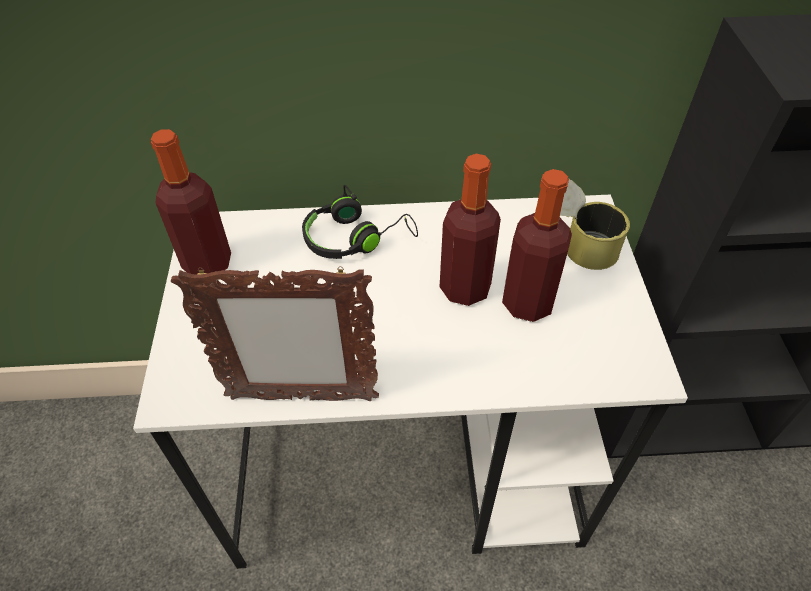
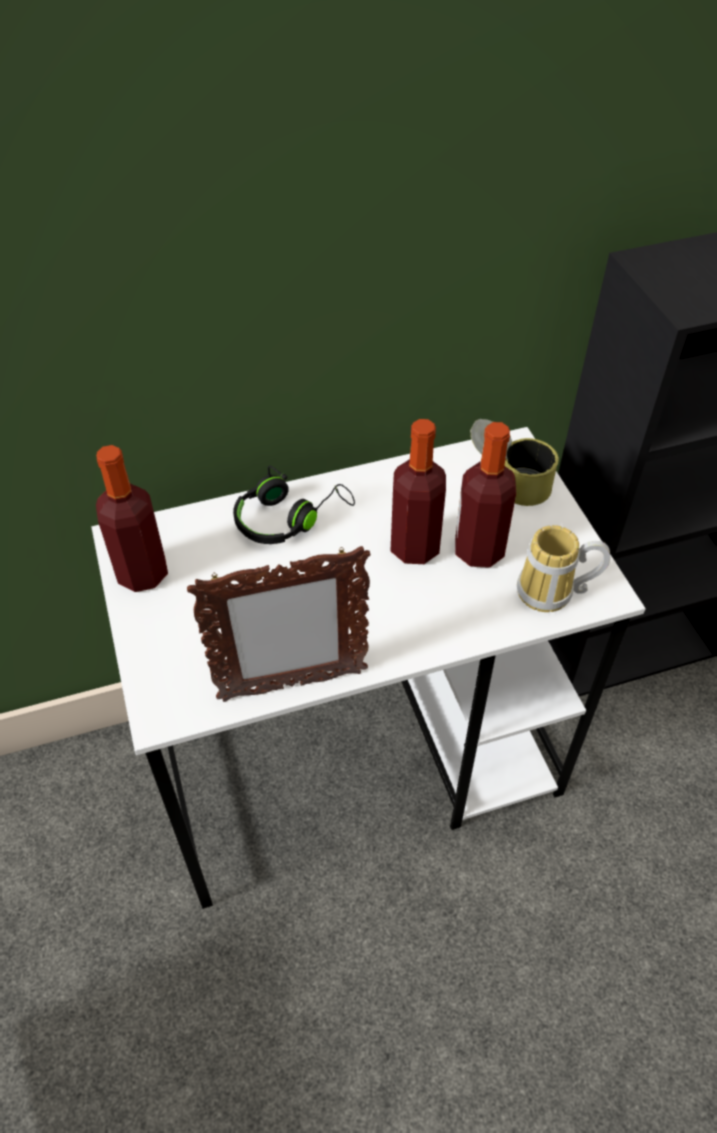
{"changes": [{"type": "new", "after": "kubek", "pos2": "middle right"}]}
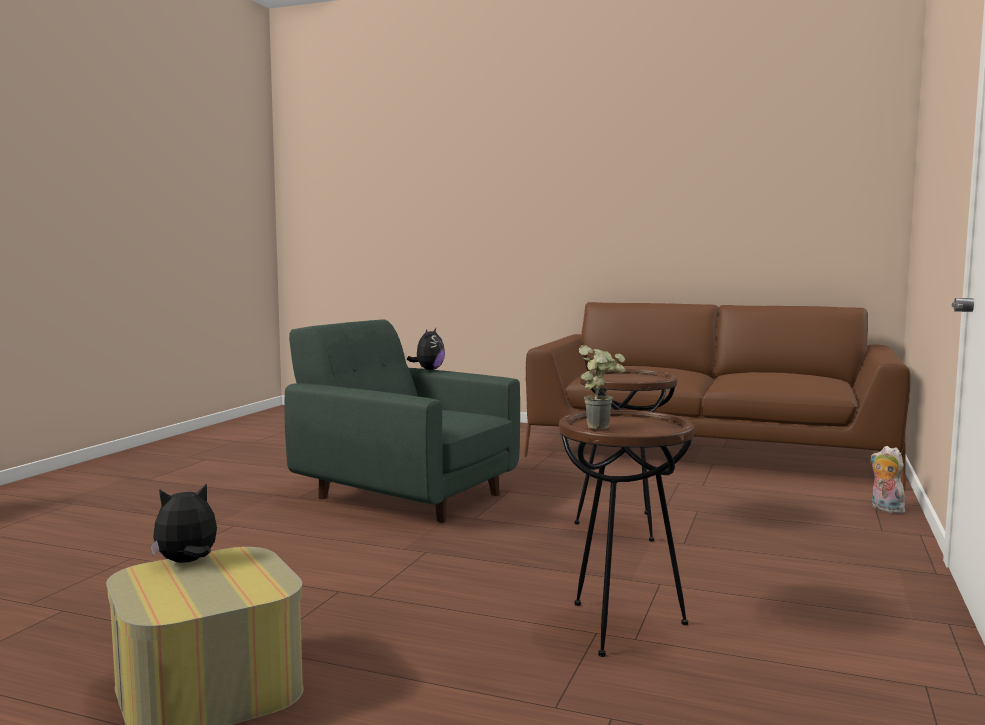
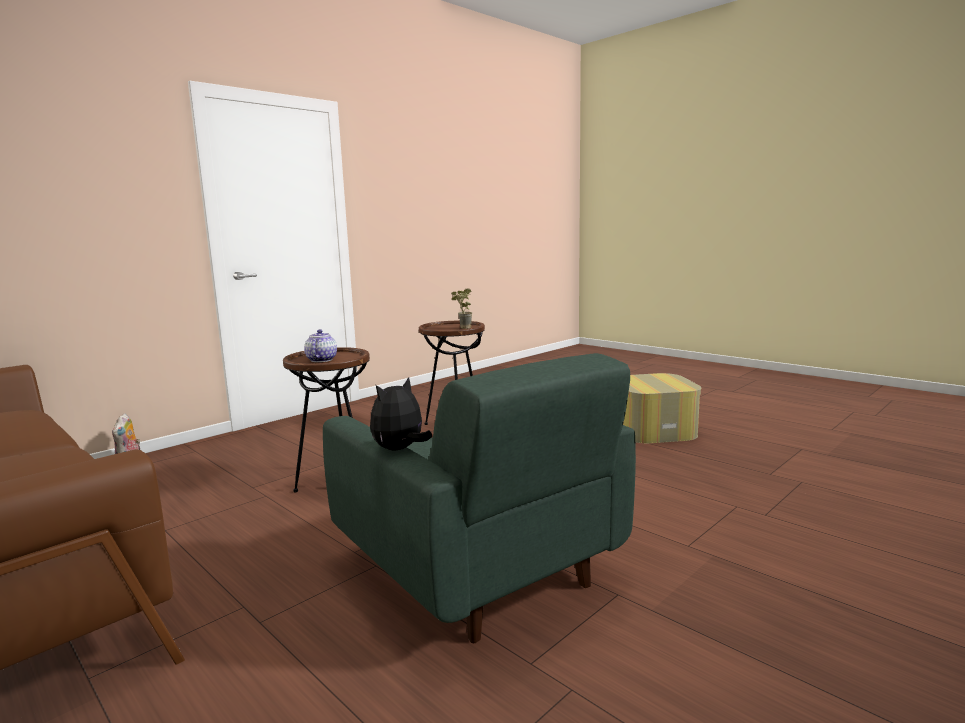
{"changes": [{"type": "new", "after": "imbryk", "pos2": "middle left"}, {"type": "gone", "before": "pluszak (no. 1 from left)", "pos1": "bottom left"}]}
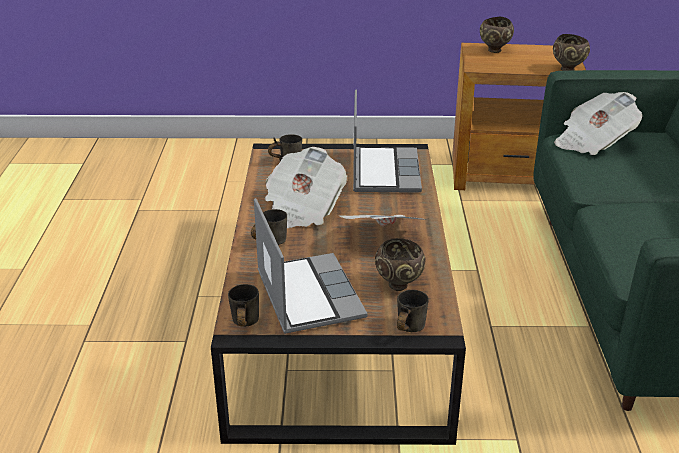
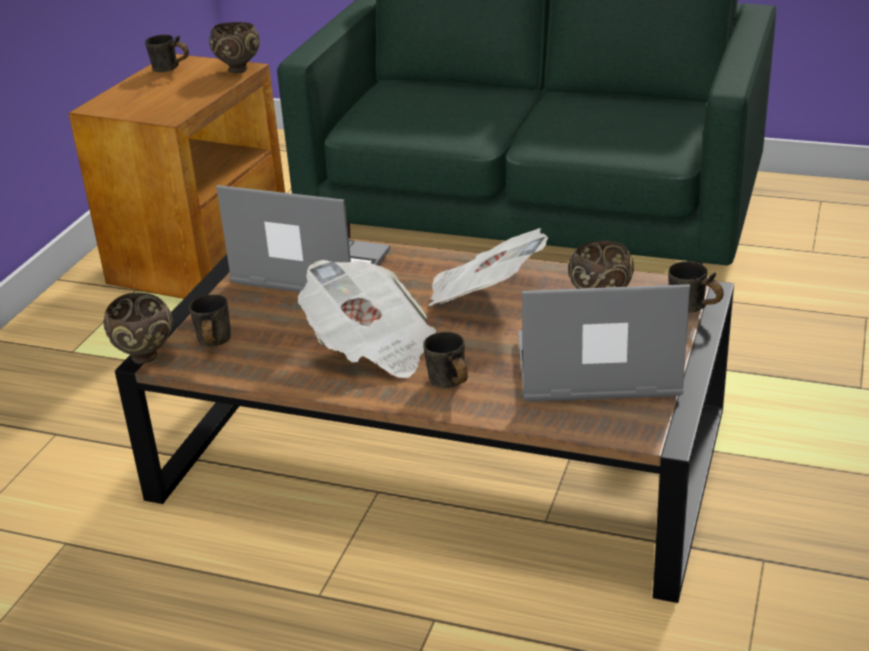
{"changes": [{"type": "shifted", "before": "miska/brązowy (no. 2 from left in the first image)", "after": "miska/brązowy (no. 1 from left)", "pos1": "top right", "pos2": "middle left"}, {"type": "shifted", "before": "kubek/szary (no. 1 from left)", "pos1": "bottom centre", "pos2": "top left"}, {"type": "gone", "before": "gazeta (no. 3 from left)", "pos1": "top right"}]}
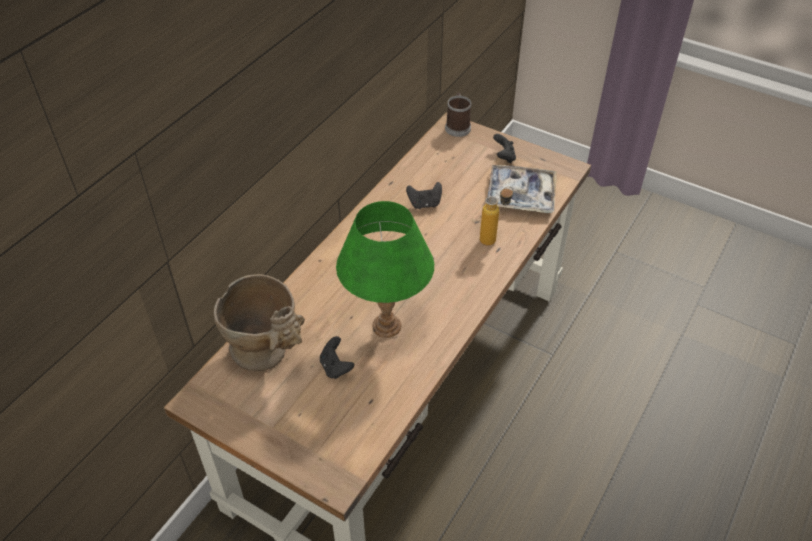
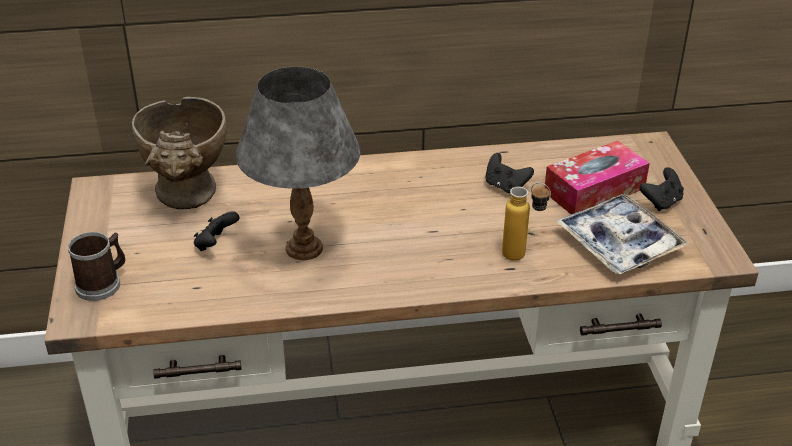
{"changes": [{"type": "shifted", "before": "kubek", "pos1": "top centre", "pos2": "middle left"}, {"type": "repainted", "before": "lampa stołowa/zielony", "after": "lampa stołowa/szary", "pos1": "centre", "pos2": "centre"}, {"type": "new", "after": "pudełko chusteczek", "pos2": "middle right"}]}
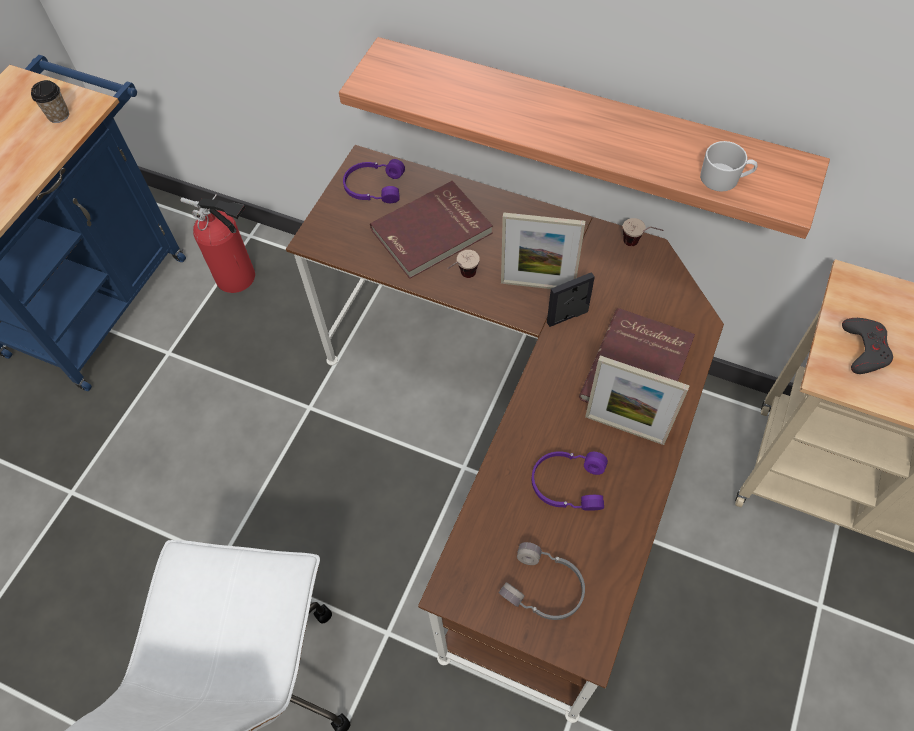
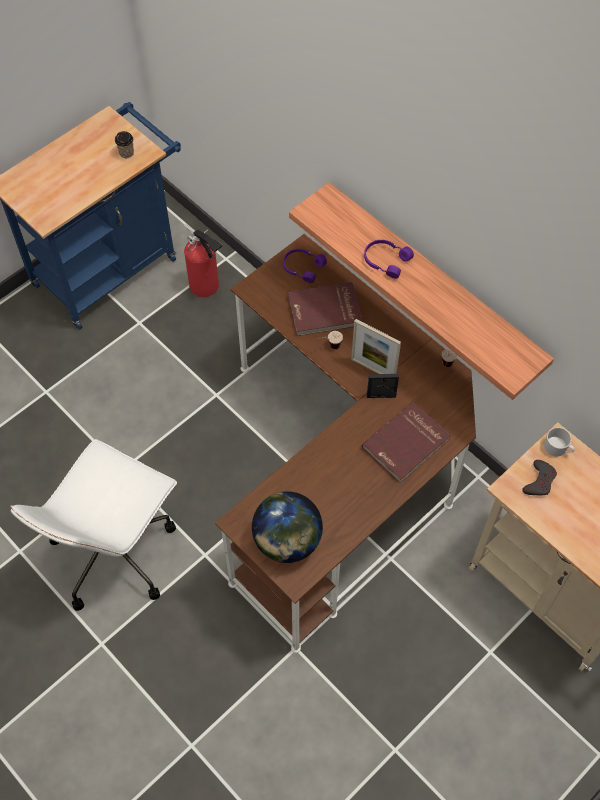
{"changes": [{"type": "swapped", "before": "słuchawki/szary", "after": "globus", "pos1": "bottom centre", "pos2": "centre"}, {"type": "shifted", "before": "słuchawki/fioletowy (no. 2 from left)", "pos1": "centre", "pos2": "top centre"}, {"type": "shifted", "before": "kubek/biały", "pos1": "top right", "pos2": "middle right"}, {"type": "gone", "before": "ramka na zdjęcie (no. 3 from left)", "pos1": "middle right"}]}
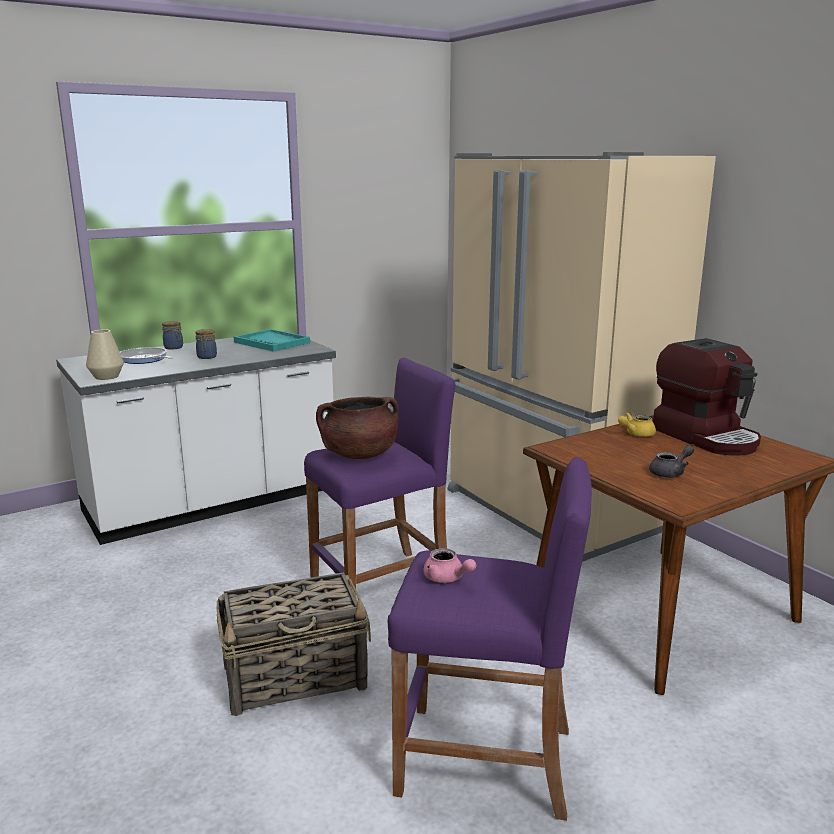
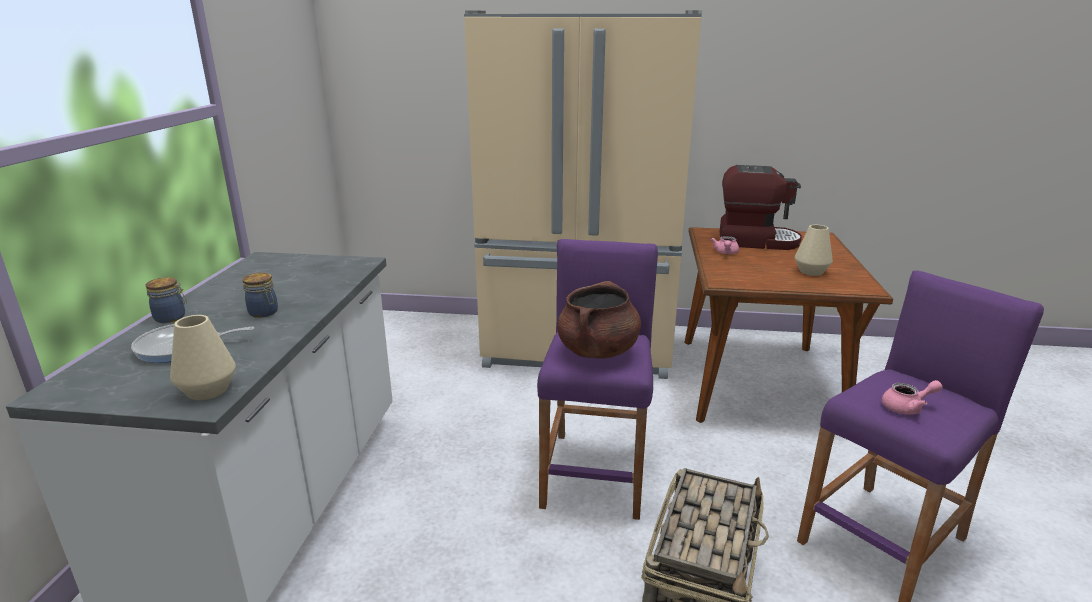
{"changes": [{"type": "repainted", "before": "imbryk/żółty", "after": "imbryk/różowy (no. 1 from left)", "pos1": "middle right", "pos2": "centre"}, {"type": "swapped", "before": "imbryk/szary", "after": "wazon/beżowy (no. 2 from left)", "pos1": "middle right", "pos2": "middle right"}, {"type": "gone", "before": "taca/turkusowy", "pos1": "middle left"}]}
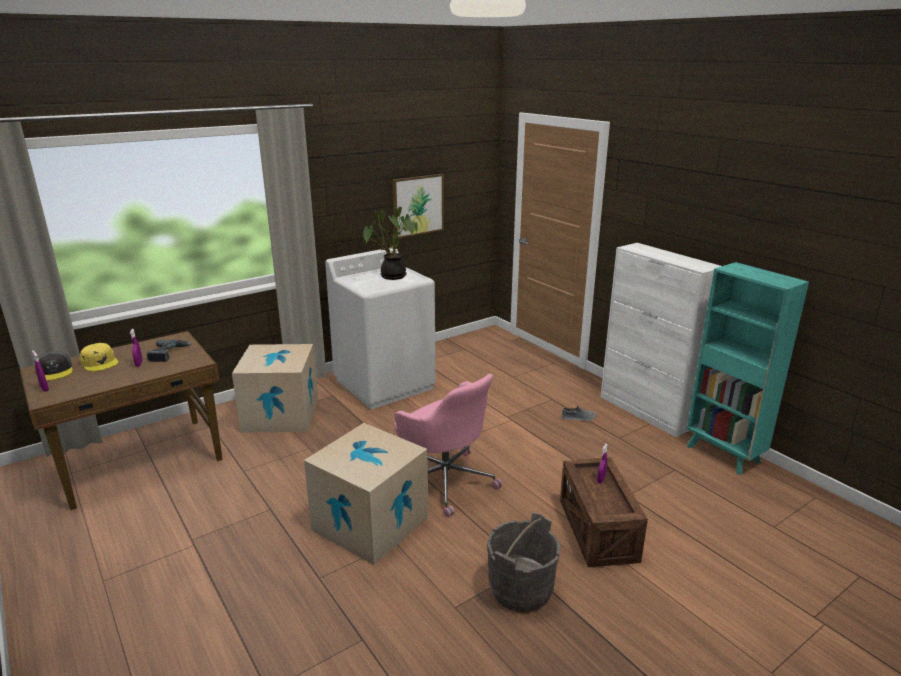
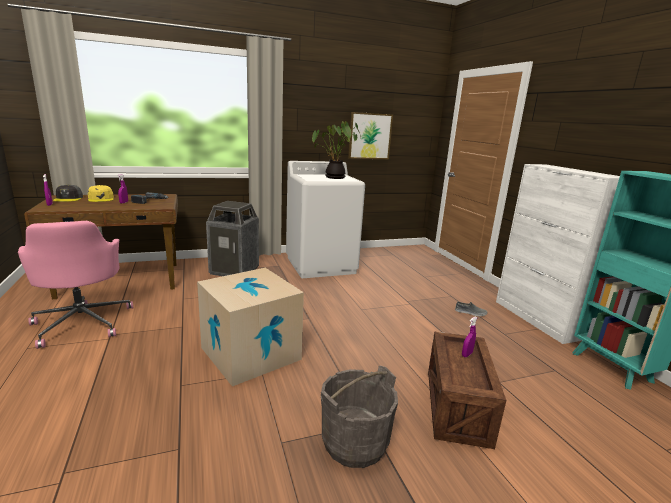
{"changes": [{"type": "shifted", "before": "krzesło biurowe/różowy", "pos1": "centre", "pos2": "middle left"}, {"type": "swapped", "before": "karton (no. 1 from left)", "after": "kosz na śmieci", "pos1": "middle left", "pos2": "centre"}]}
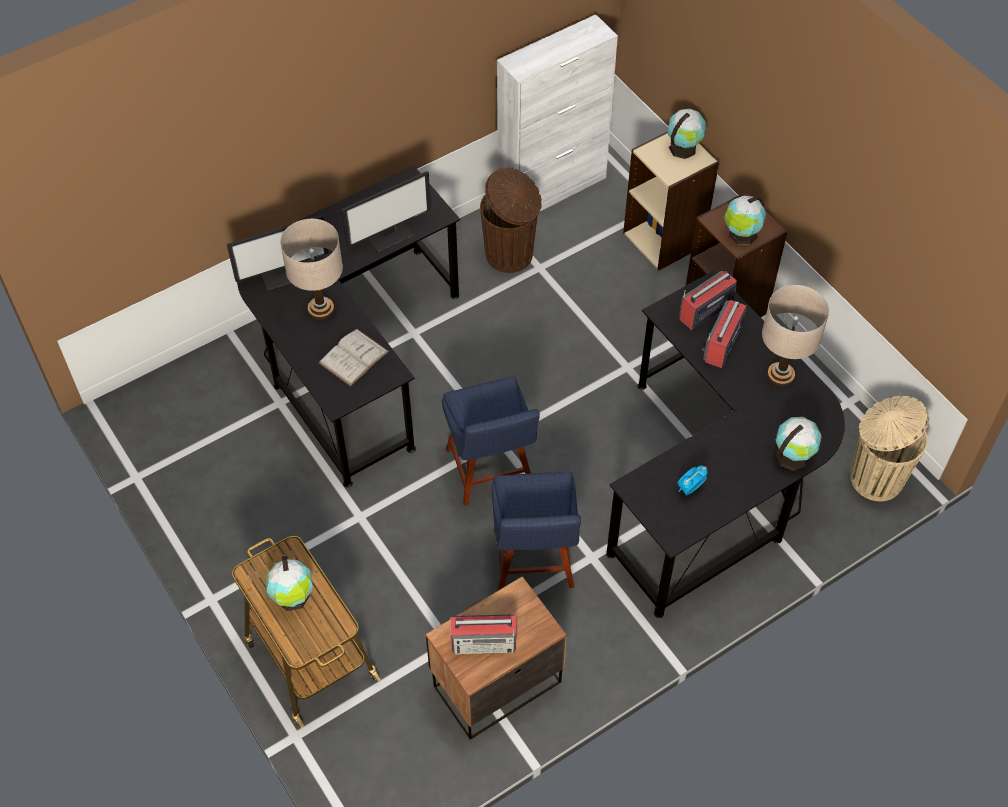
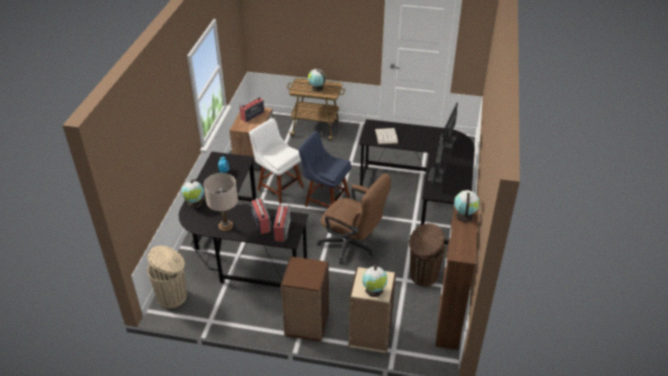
{"changes": [{"type": "repainted", "before": "krzesło/niebieski (no. 2 from left)", "after": "krzesło/biały", "pos1": "centre", "pos2": "centre"}, {"type": "new", "after": "krzesło biurowe/brązowy", "pos2": "centre"}, {"type": "repainted", "before": "szafka/biały", "after": "szafka/brązowy", "pos1": "top centre", "pos2": "bottom right"}, {"type": "shifted", "before": "globus (no. 3 from left in the first image)", "after": "globus (no. 4 from left)", "pos1": "top right", "pos2": "middle right"}, {"type": "gone", "before": "lampa stołowa/beżowy (no. 1 from left)", "pos1": "middle left"}]}
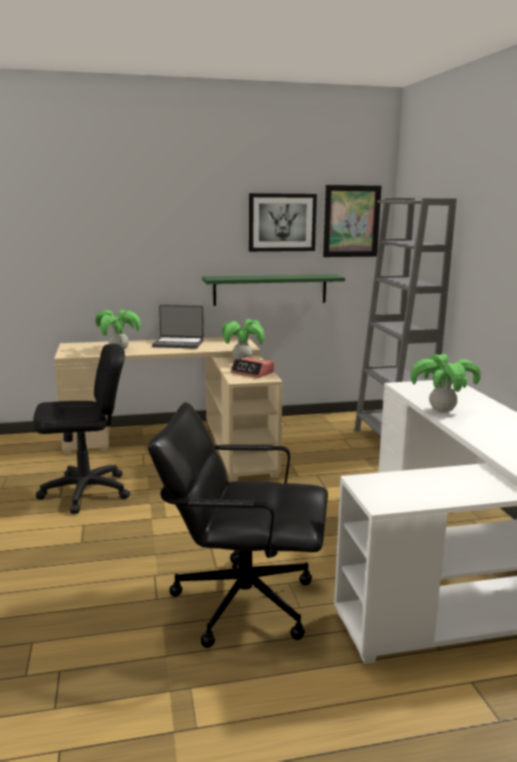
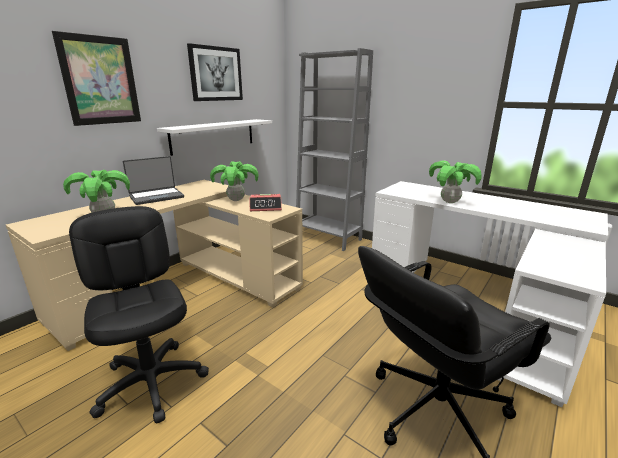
{"changes": [{"type": "shifted", "before": "obraz (no. 2 from left in the first image)", "after": "obraz (no. 1 from left)", "pos1": "top right", "pos2": "top left"}, {"type": "rotated", "before": "krzesło biurowe/czarny (no. 1 from left)", "pos1": "middle left", "pos2": "bottom left", "turn": -60}, {"type": "repainted", "before": "półka/zielony", "after": "półka/biały", "pos1": "centre", "pos2": "top centre"}]}
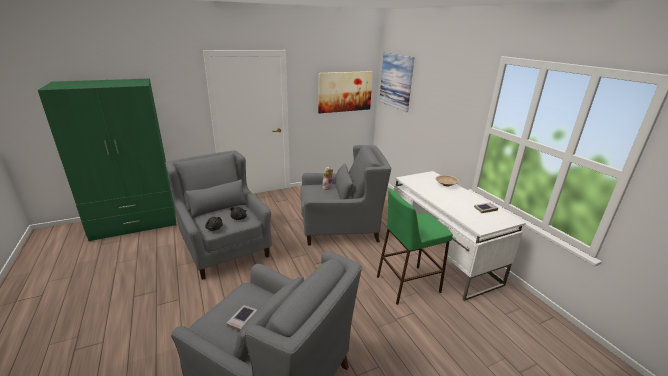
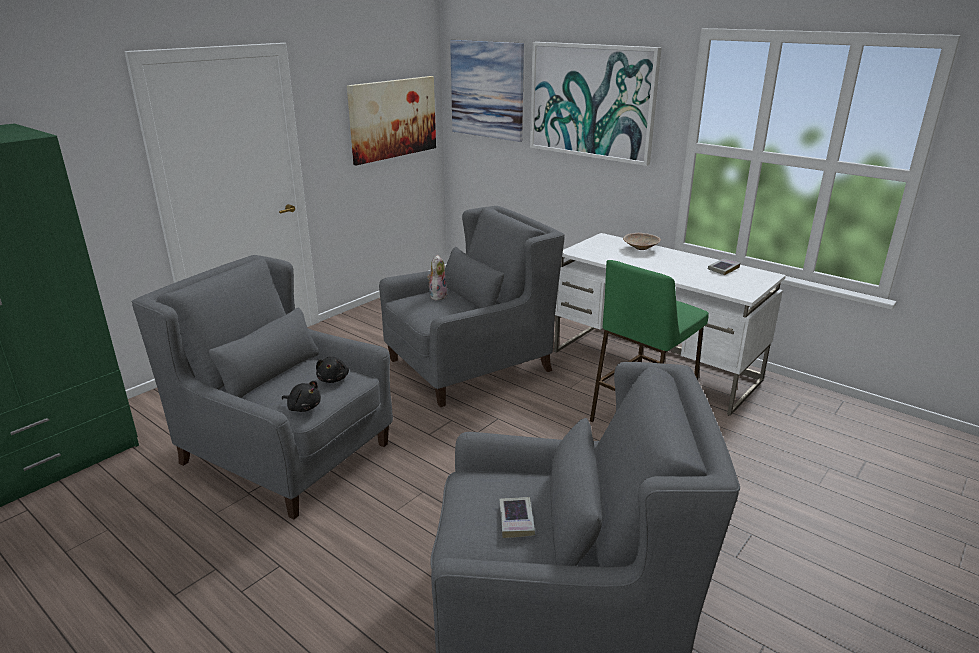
{"changes": [{"type": "new", "after": "obraz (no. 3 from left)", "pos2": "top centre"}]}
